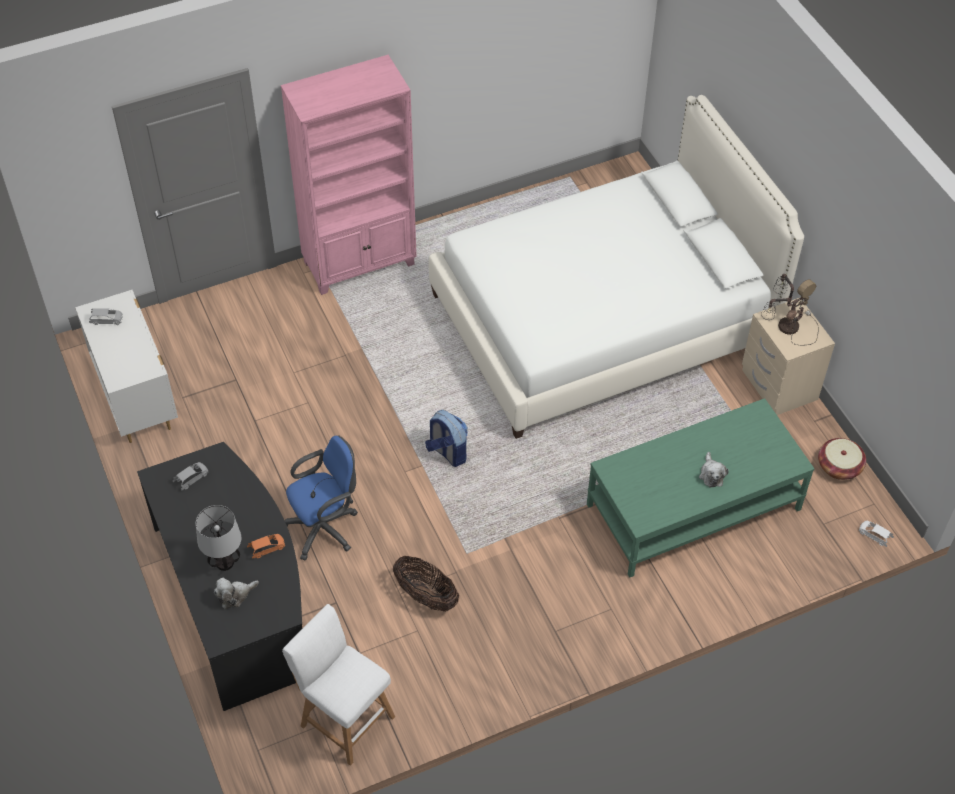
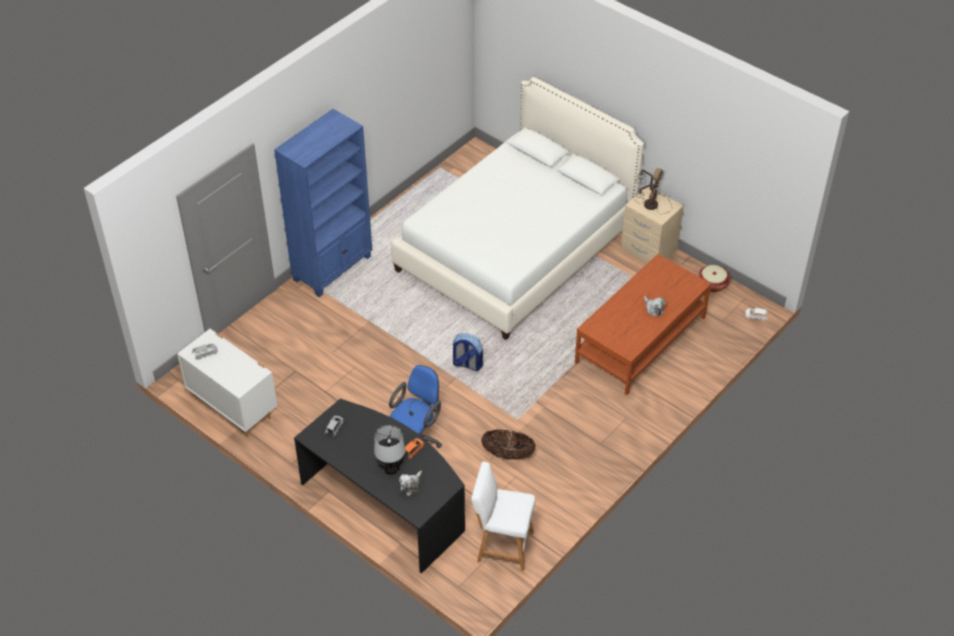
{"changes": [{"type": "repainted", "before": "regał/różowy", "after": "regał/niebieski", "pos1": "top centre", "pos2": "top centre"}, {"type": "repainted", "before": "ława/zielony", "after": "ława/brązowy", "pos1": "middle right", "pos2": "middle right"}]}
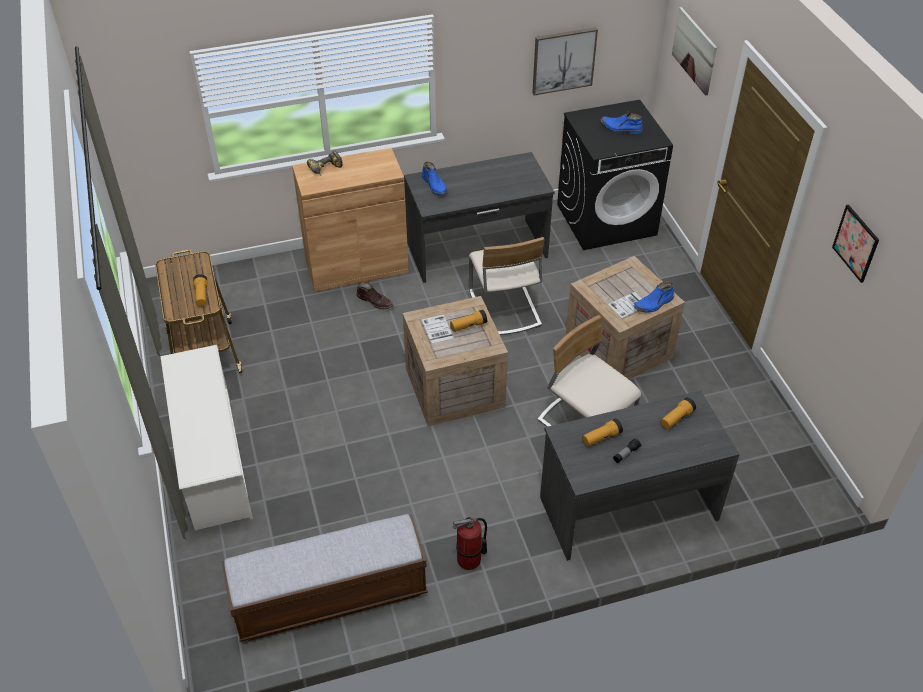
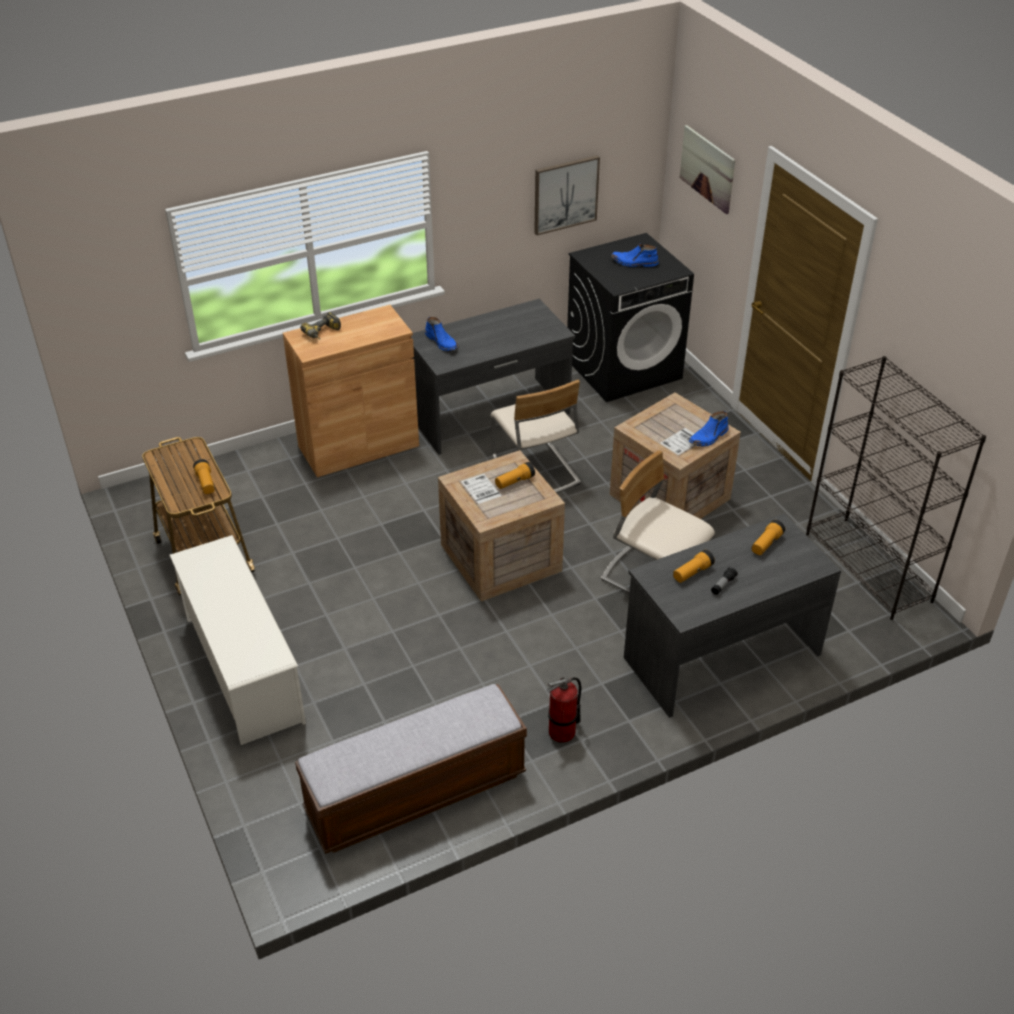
{"changes": [{"type": "new", "after": "regał/czarny", "pos2": "middle right"}, {"type": "gone", "before": "but z cholewką/brązowy", "pos1": "centre"}, {"type": "gone", "before": "obraz (no. 3 from left)", "pos1": "middle right"}]}
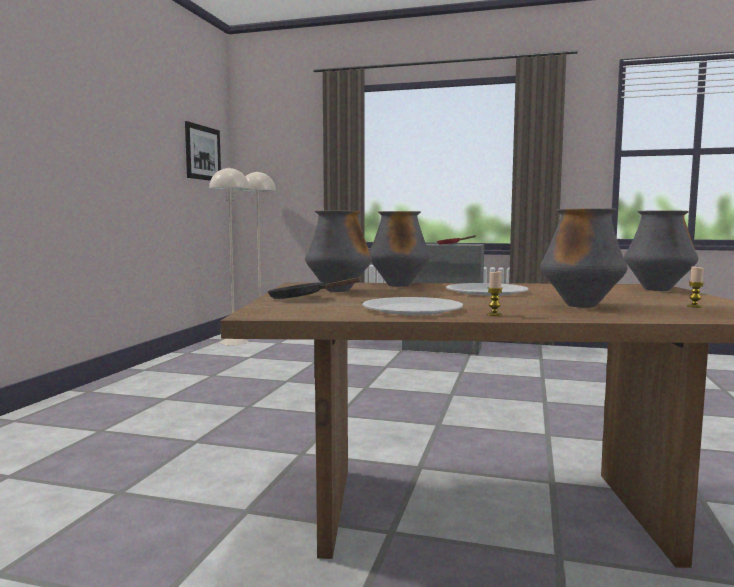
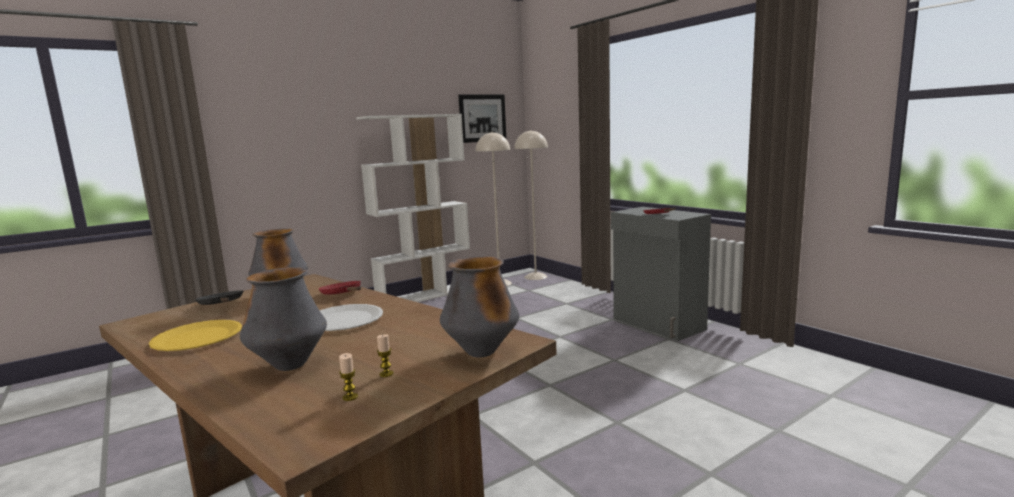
{"changes": [{"type": "repainted", "before": "talerz/biały (no. 1 from left)", "after": "talerz/żółty", "pos1": "centre", "pos2": "bottom left"}, {"type": "swapped", "before": "wazon (no. 2 from left)", "after": "patelnia/czerwony (no. 1 from left)", "pos1": "centre", "pos2": "centre"}, {"type": "new", "after": "regał/biały", "pos2": "centre"}, {"type": "shifted", "before": "świeca (no. 1 from left in the first image)", "after": "świeca (no. 2 from left)", "pos1": "middle right", "pos2": "bottom centre"}]}
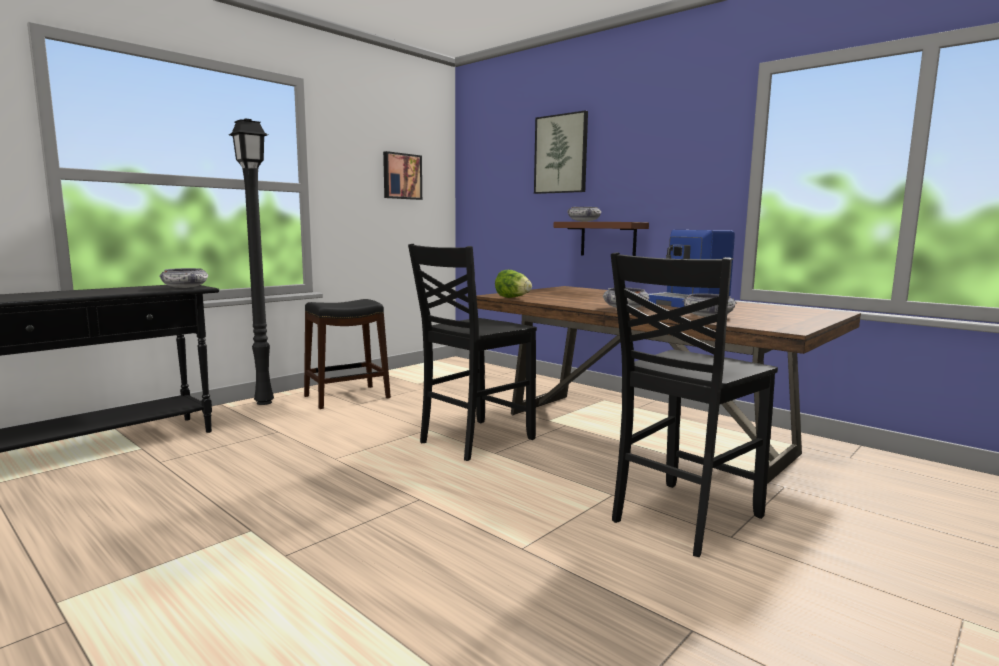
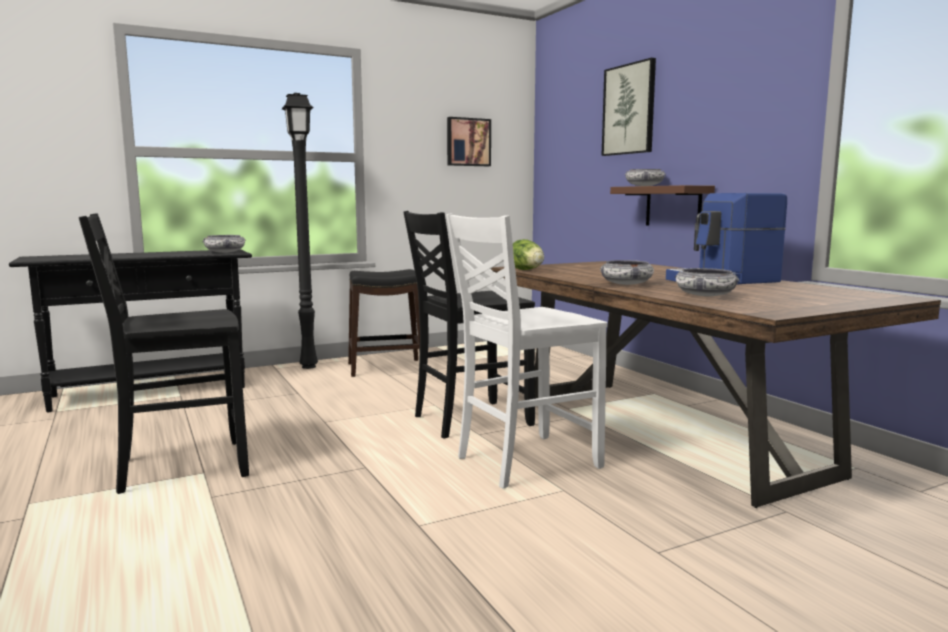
{"changes": [{"type": "shifted", "before": "krzesło/czarny (no. 2 from left in the first image)", "after": "krzesło/czarny (no. 1 from left)", "pos1": "middle right", "pos2": "middle left"}, {"type": "new", "after": "krzesło/biały", "pos2": "centre"}]}
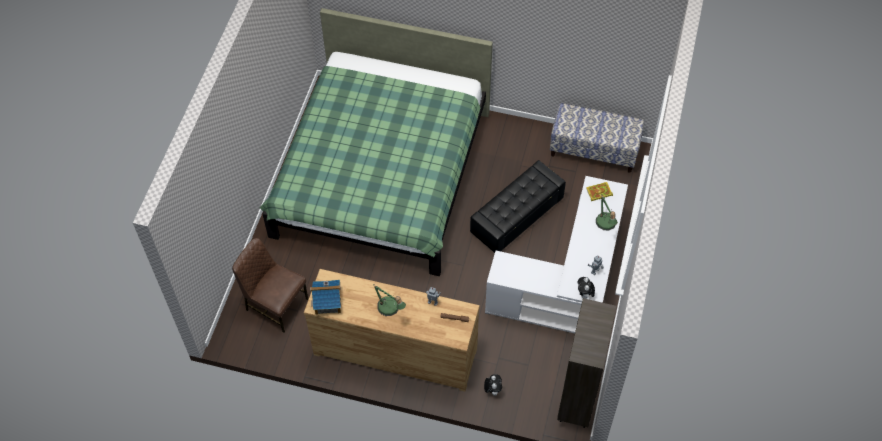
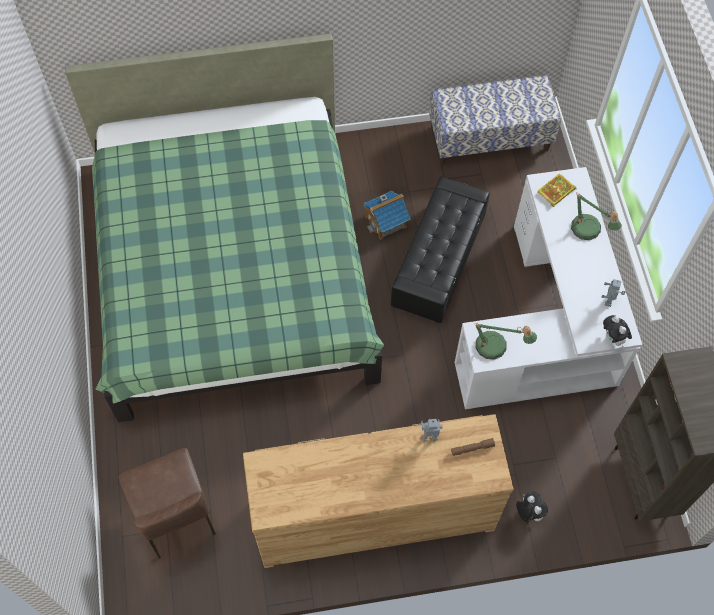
{"changes": [{"type": "rotated", "before": "krzesło/brązowy", "pos1": "middle left", "pos2": "bottom left", "turn": -120}, {"type": "shifted", "before": "domek", "pos1": "bottom centre", "pos2": "centre"}, {"type": "shifted", "before": "lampa stołowa (no. 1 from left)", "pos1": "bottom centre", "pos2": "middle right"}]}
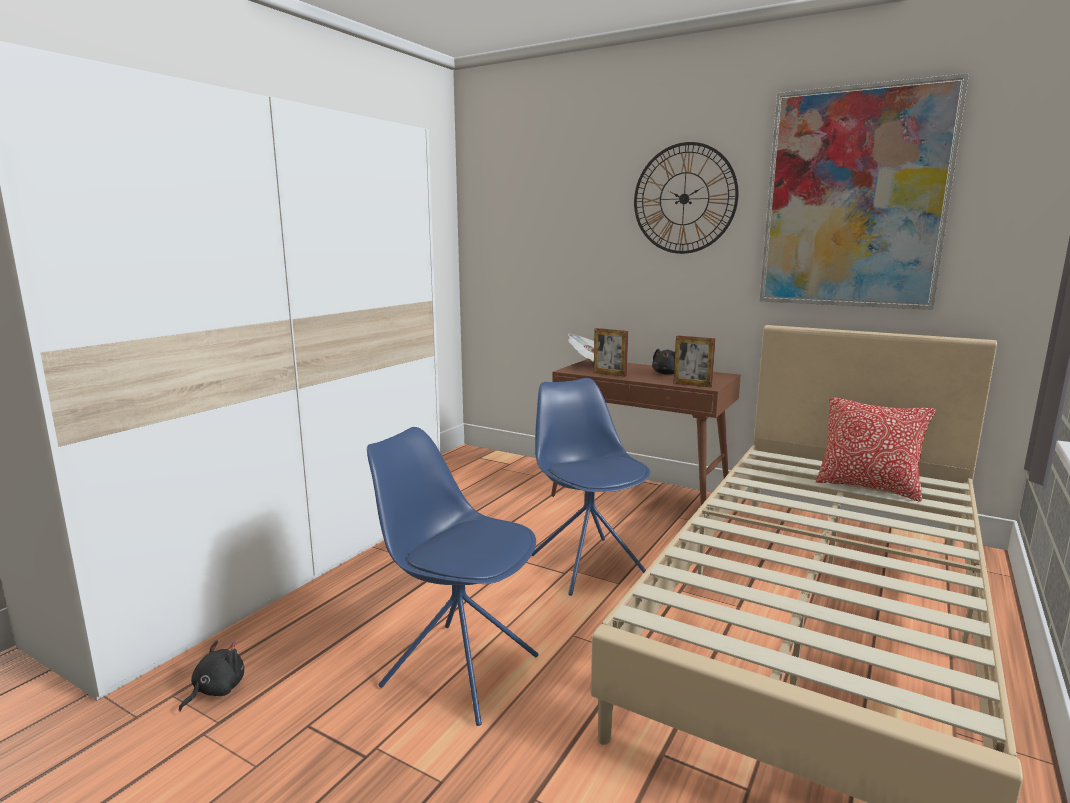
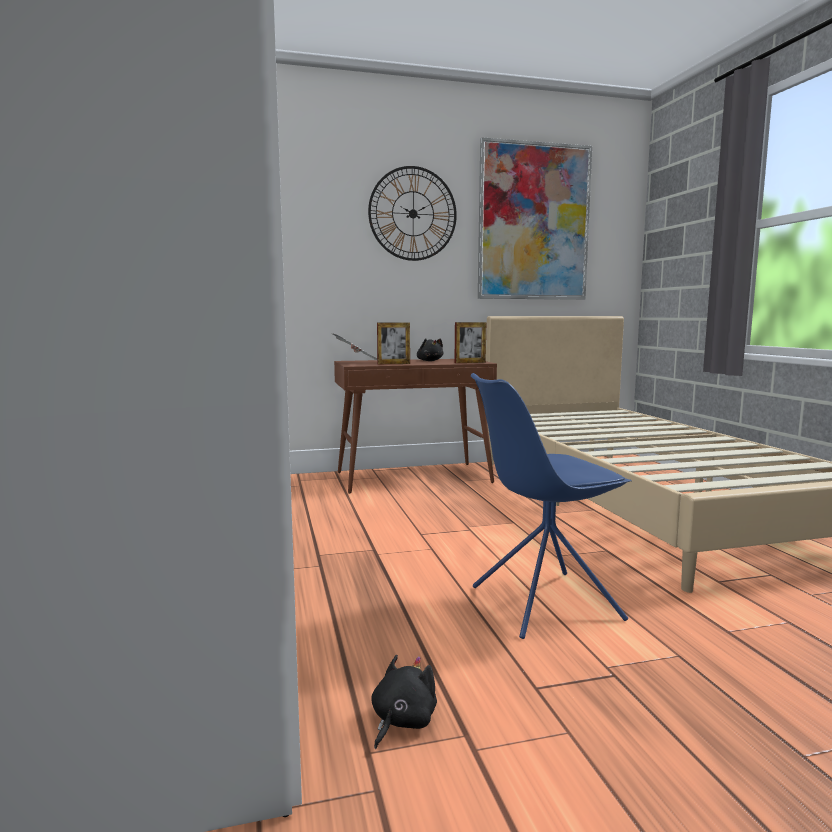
{"changes": [{"type": "rotated", "before": "pluszak/czarny (no. 1 from left)", "pos1": "bottom left", "pos2": "bottom centre", "turn": 45}, {"type": "gone", "before": "krzesło/niebieski (no. 2 from left)", "pos1": "centre"}, {"type": "gone", "before": "poduszka", "pos1": "middle right"}]}
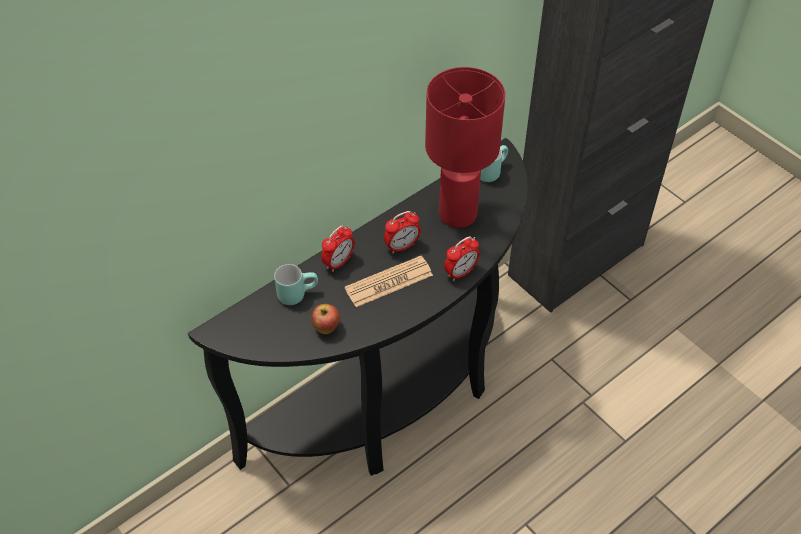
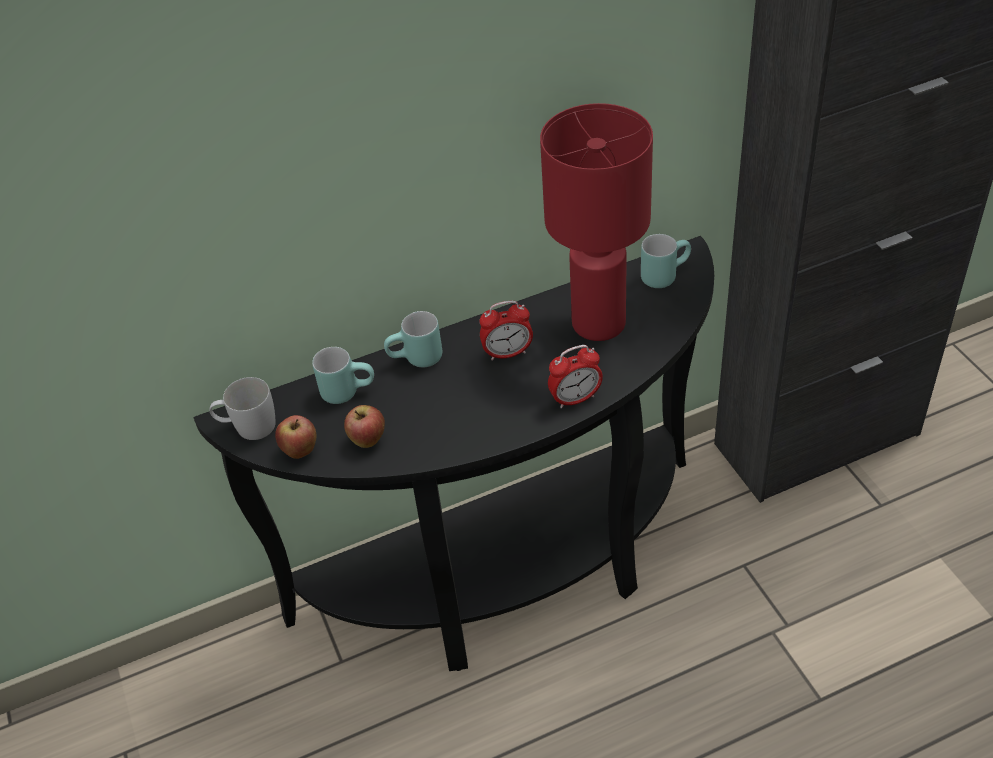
{"changes": [{"type": "new", "after": "kubek/biały", "pos2": "middle left"}, {"type": "new", "after": "jabłko (no. 1 from left)", "pos2": "middle left"}, {"type": "swapped", "before": "budzik (no. 1 from left)", "after": "kubek/turkusowy (no. 2 from left)", "pos1": "centre", "pos2": "centre"}, {"type": "gone", "before": "gazeta", "pos1": "centre"}]}
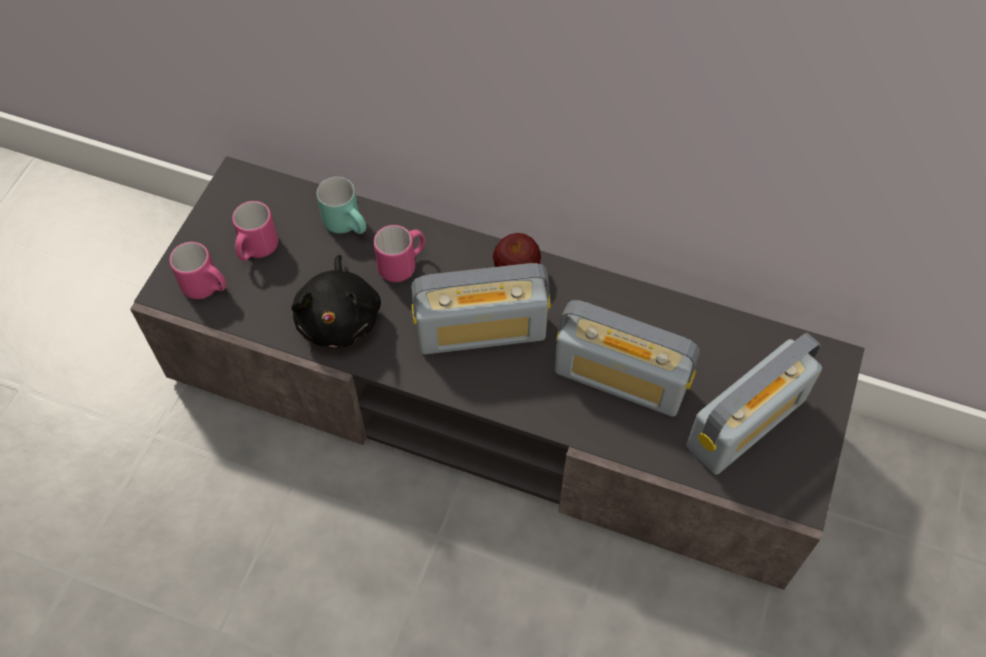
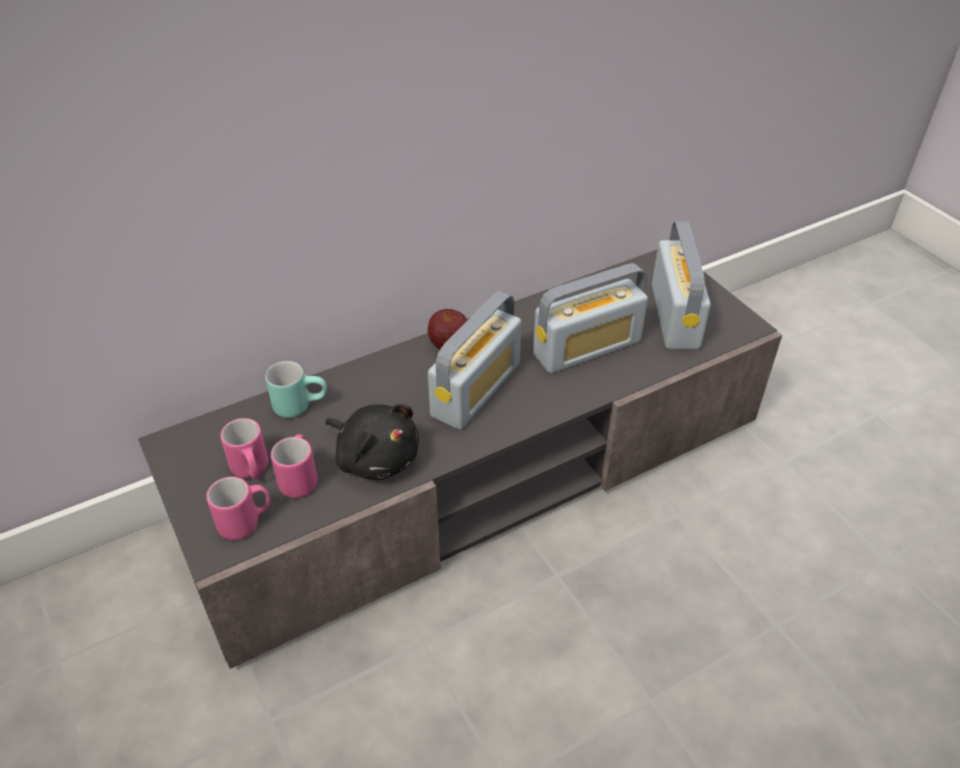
{"changes": [{"type": "shifted", "before": "kubek/różowy (no. 3 from left)", "pos1": "centre", "pos2": "middle left"}]}
